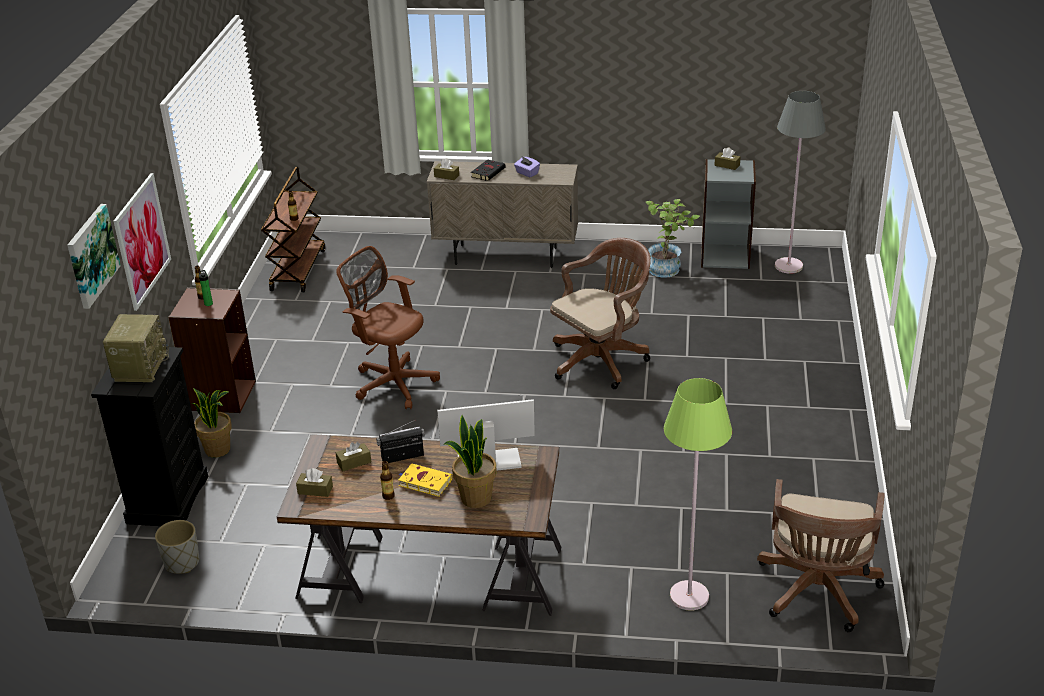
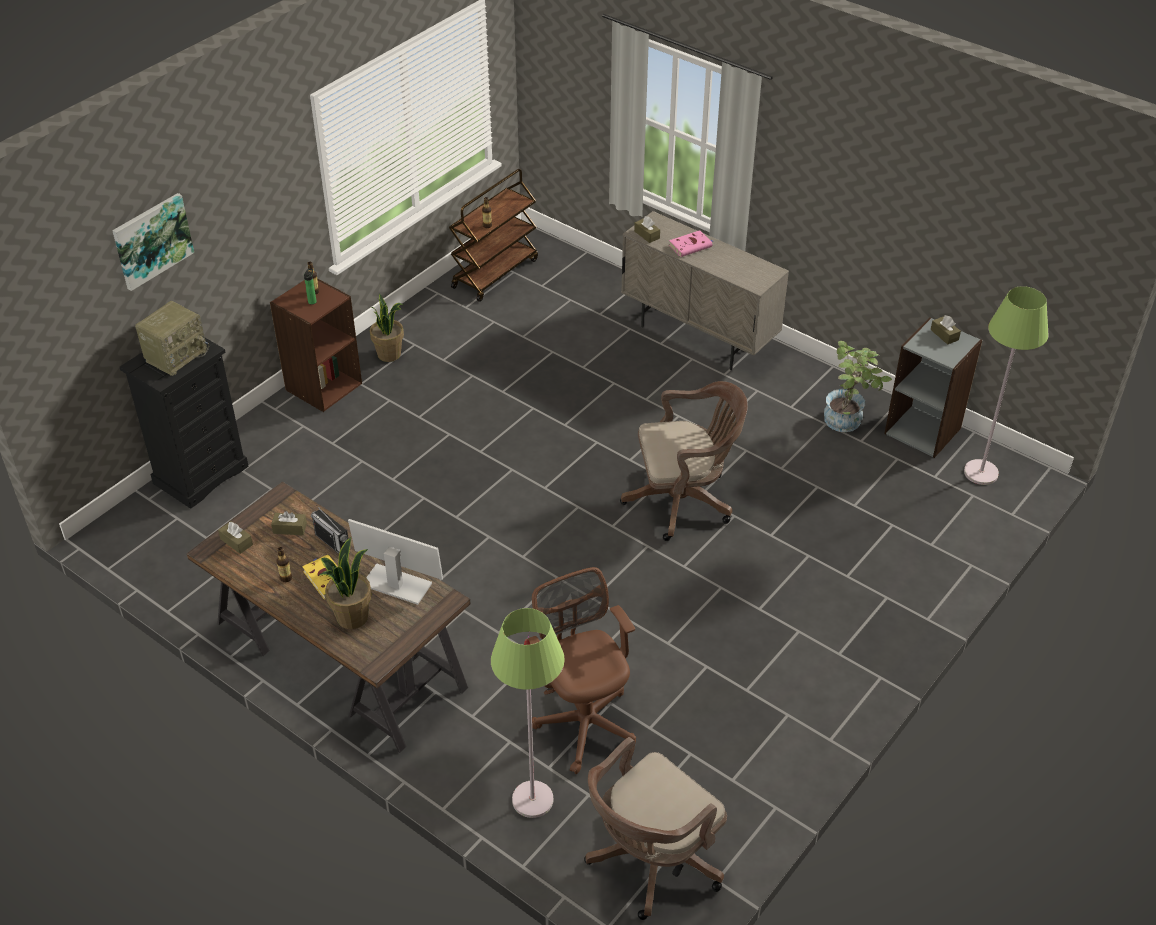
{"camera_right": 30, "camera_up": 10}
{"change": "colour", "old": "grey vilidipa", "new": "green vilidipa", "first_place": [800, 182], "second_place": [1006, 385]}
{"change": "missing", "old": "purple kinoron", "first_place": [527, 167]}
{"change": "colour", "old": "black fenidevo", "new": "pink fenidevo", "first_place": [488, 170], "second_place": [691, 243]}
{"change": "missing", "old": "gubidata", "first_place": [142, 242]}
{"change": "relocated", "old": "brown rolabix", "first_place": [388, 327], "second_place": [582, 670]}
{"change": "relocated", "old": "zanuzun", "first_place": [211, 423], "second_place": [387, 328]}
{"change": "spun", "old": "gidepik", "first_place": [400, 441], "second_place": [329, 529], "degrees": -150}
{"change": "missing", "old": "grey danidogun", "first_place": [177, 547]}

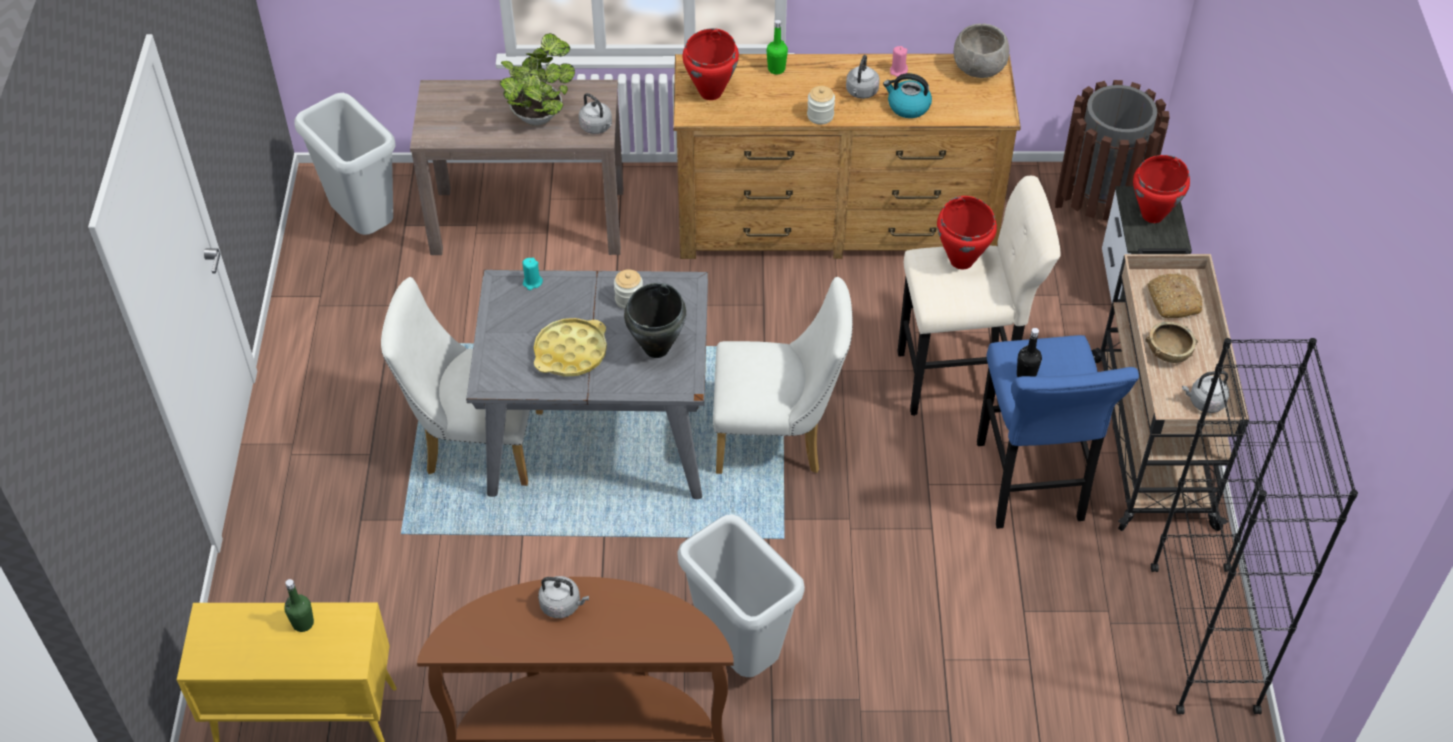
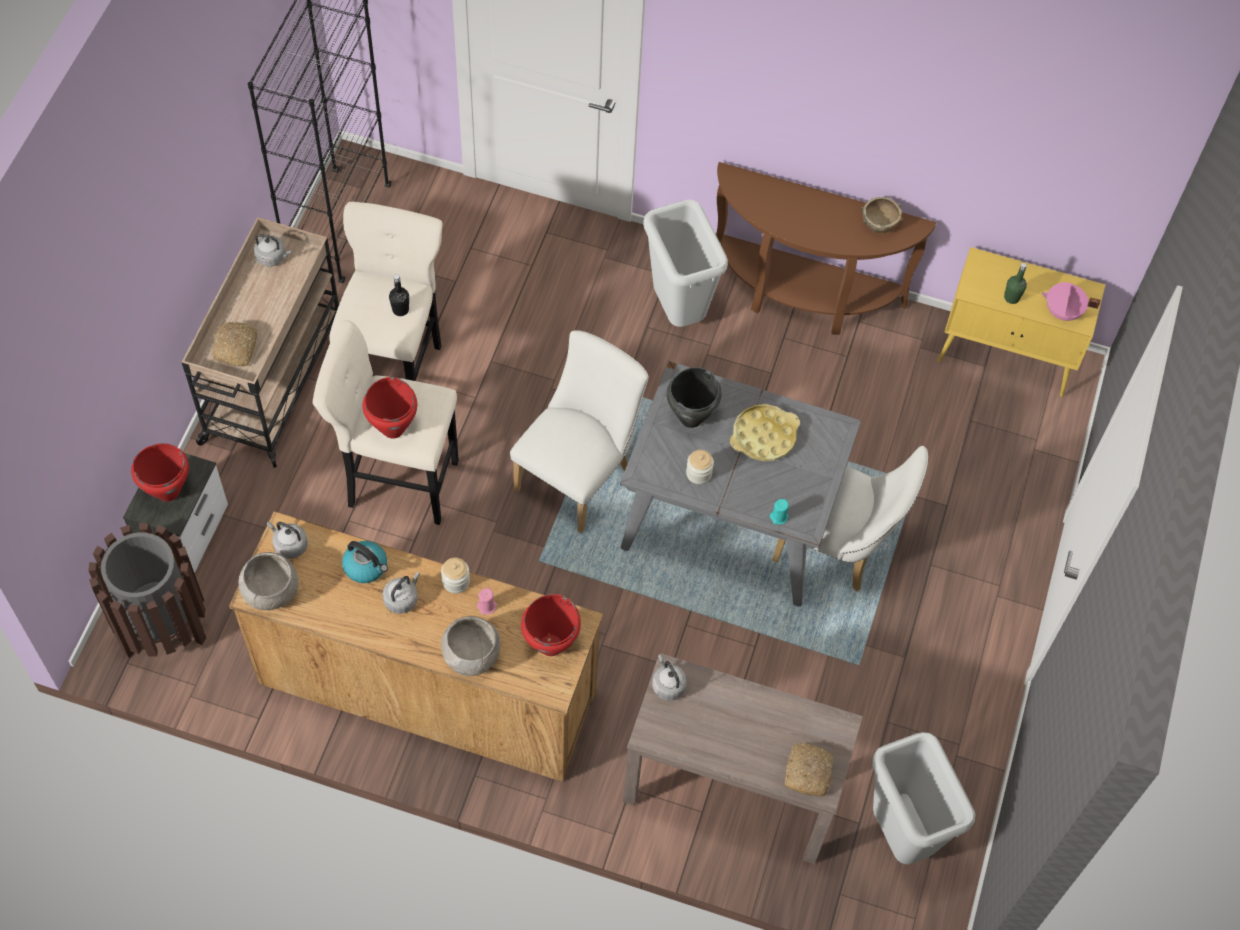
{"camera_right": -165, "camera_up": 10}
{"change": "exchanged", "old": "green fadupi", "new": "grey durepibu", "first_place": [777, 46], "second_place": [471, 646]}
{"change": "missing", "old": "zanuzun", "first_place": [537, 79]}
{"change": "relocated", "old": "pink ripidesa", "first_place": [899, 61], "second_place": [487, 601]}
{"change": "spun", "old": "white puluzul", "first_place": [783, 375], "second_place": [579, 432], "degrees": 105}
{"change": "relocated", "old": "brown durepibu", "first_place": [1172, 342], "second_place": [882, 215]}
{"change": "colour", "old": "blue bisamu", "new": "beige bisamu", "first_place": [1058, 432], "second_place": [386, 291]}
{"change": "relocated", "old": "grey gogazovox", "first_place": [563, 597], "second_place": [287, 540]}
{"change": "appeared", "new": "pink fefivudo", "second_place": [1071, 301]}
{"change": "appeared", "new": "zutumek", "second_place": [809, 769]}

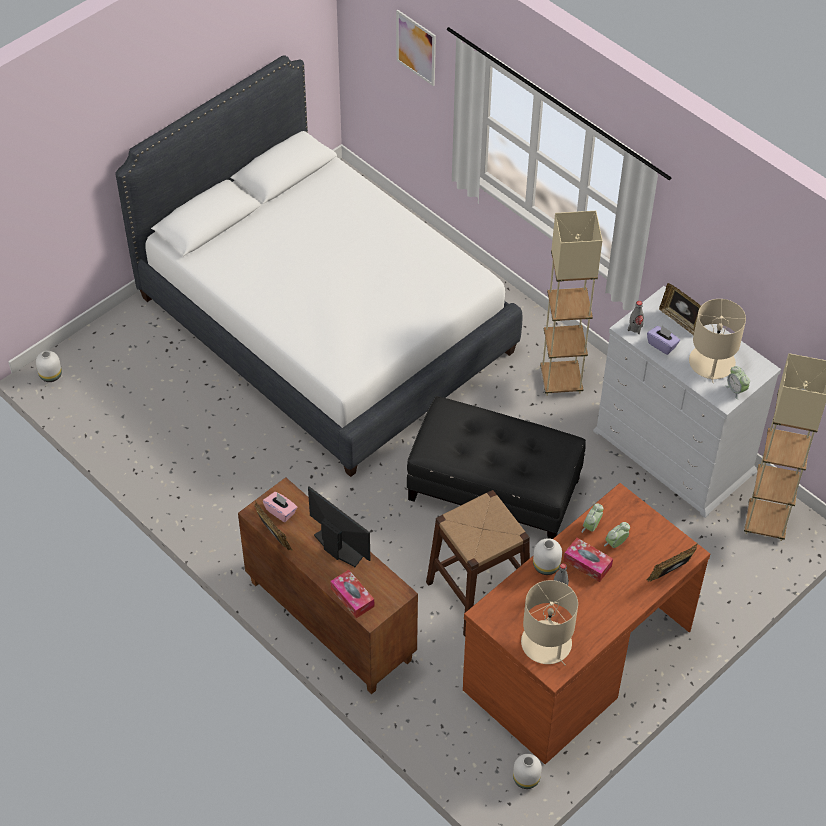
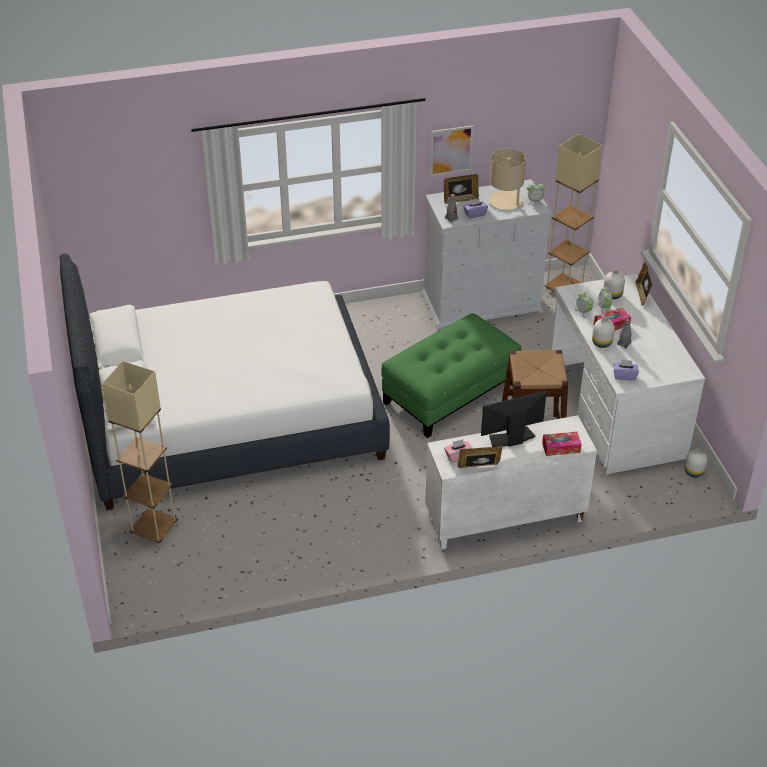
{"camera_right": -60, "camera_up": -10}
{"change": "relocated", "old": "gubidata", "first_place": [416, 47], "second_place": [452, 151]}
{"change": "relocated", "old": "beige vilidipa", "first_place": [571, 303], "second_place": [140, 453]}
{"change": "relocated", "old": "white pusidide", "first_place": [49, 366], "second_place": [614, 284]}
{"change": "colour", "old": "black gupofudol", "new": "green gupofudol", "first_place": [496, 467], "second_place": [451, 375]}
{"change": "colour", "old": "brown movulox", "new": "white movulox", "first_place": [328, 585], "second_place": [511, 482]}
{"change": "colour", "old": "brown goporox", "new": "white goporox", "first_place": [586, 623], "second_place": [628, 374]}
{"change": "missing", "old": "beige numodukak", "first_place": [549, 622]}
{"change": "appeared", "new": "purple kinoron", "second_place": [626, 370]}

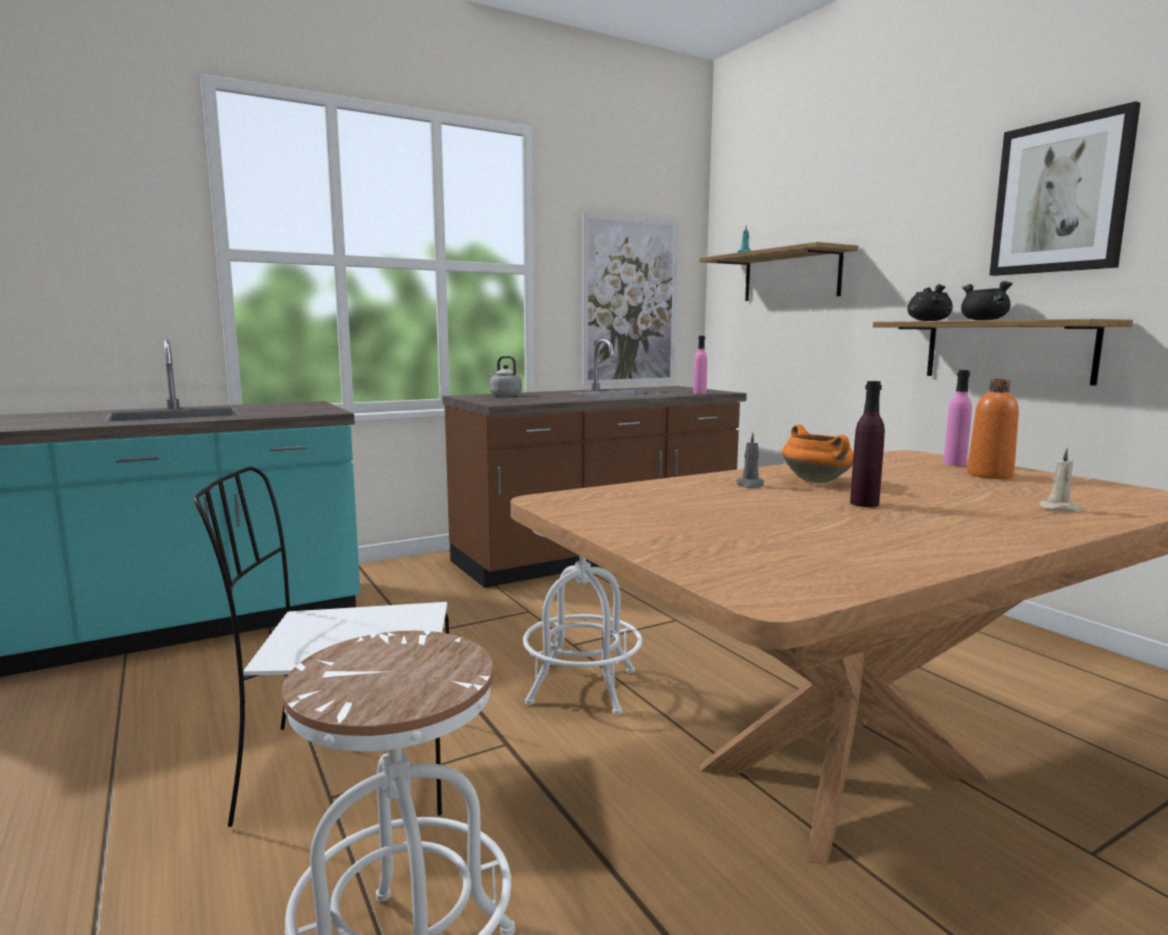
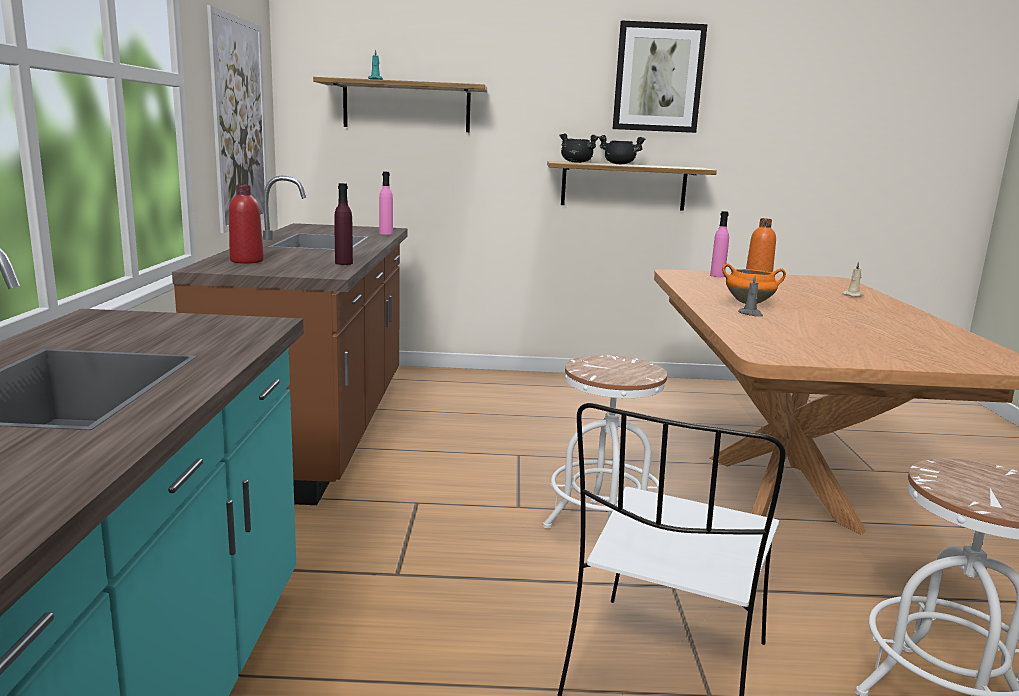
{"camera_right": -60, "camera_up": 5}
{"change": "exchanged", "old": "grey gogazovox", "new": "red fadupi", "first_place": [505, 376], "second_place": [246, 224]}
{"change": "relocated", "old": "purple fadupi", "first_place": [867, 444], "second_place": [343, 224]}

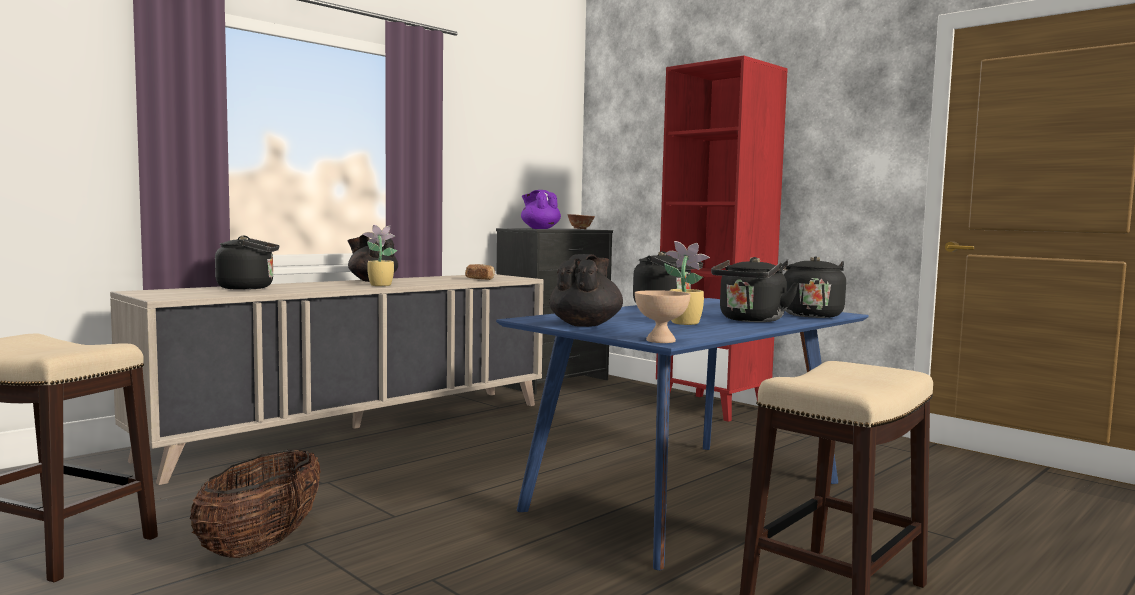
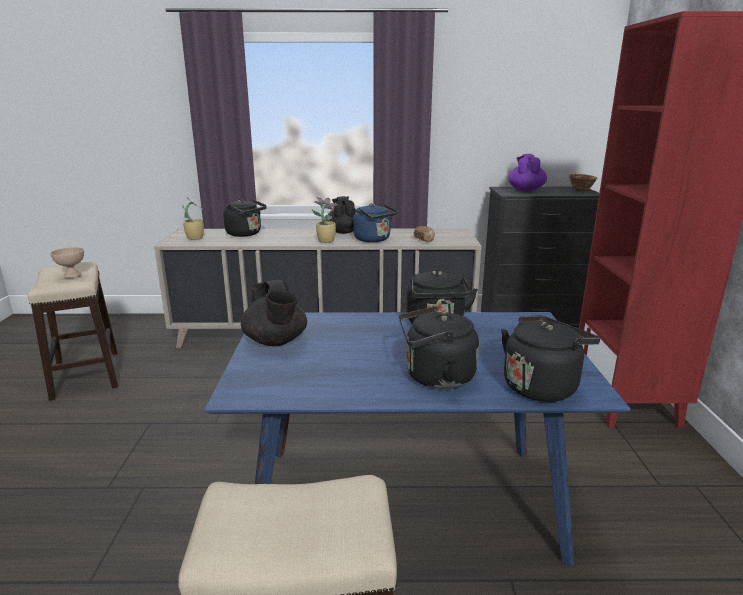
{"camera_right": 45, "camera_up": 15}
{"change": "relocated", "old": "zanuzun", "first_place": [687, 283], "second_place": [193, 216]}
{"change": "spun", "old": "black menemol", "first_place": [586, 290], "second_place": [274, 313], "degrees": 90}
{"change": "relocated", "old": "beige durepibu", "first_place": [662, 316], "second_place": [67, 262]}
{"change": "missing", "old": "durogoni", "first_place": [255, 504]}
{"change": "appeared", "new": "blue gogazovox", "second_place": [375, 222]}

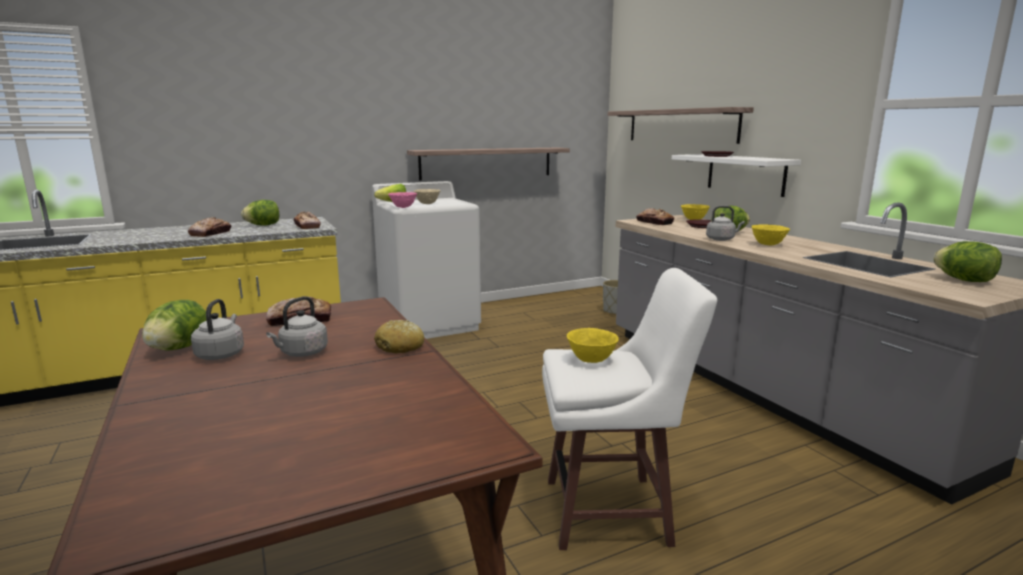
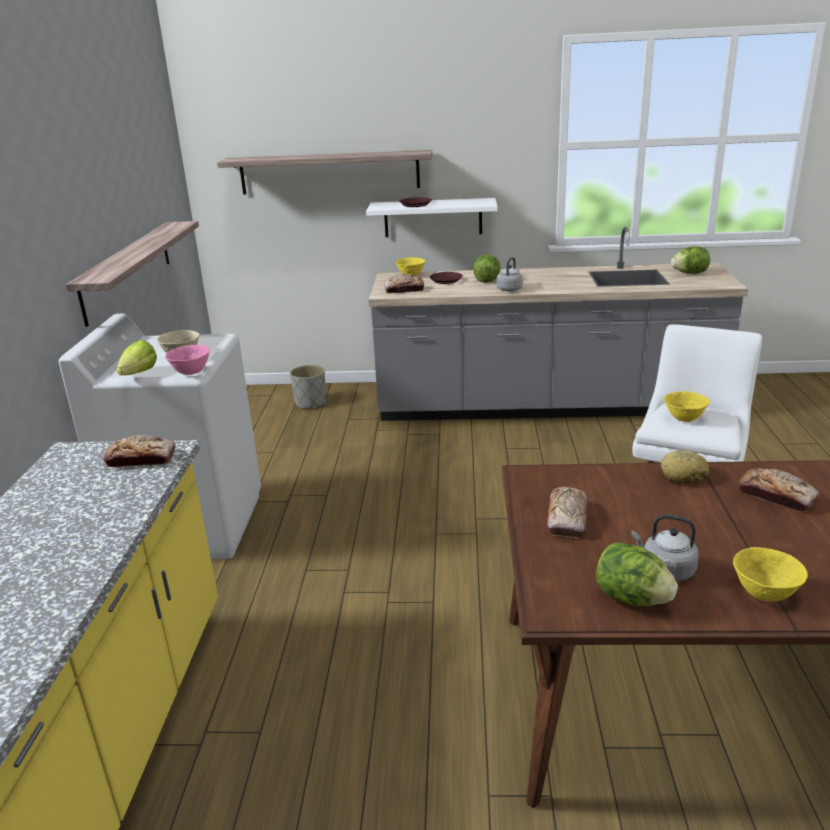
{"camera_right": -60, "camera_up": 10}
{"change": "missing", "old": "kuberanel", "first_place": [260, 213]}
{"change": "relocated", "old": "zutumek", "first_place": [209, 227], "second_place": [778, 490]}
{"change": "relocated", "old": "yellow durepibu", "first_place": [771, 234], "second_place": [770, 574]}
{"change": "missing", "old": "grey gogazovox", "first_place": [297, 326]}

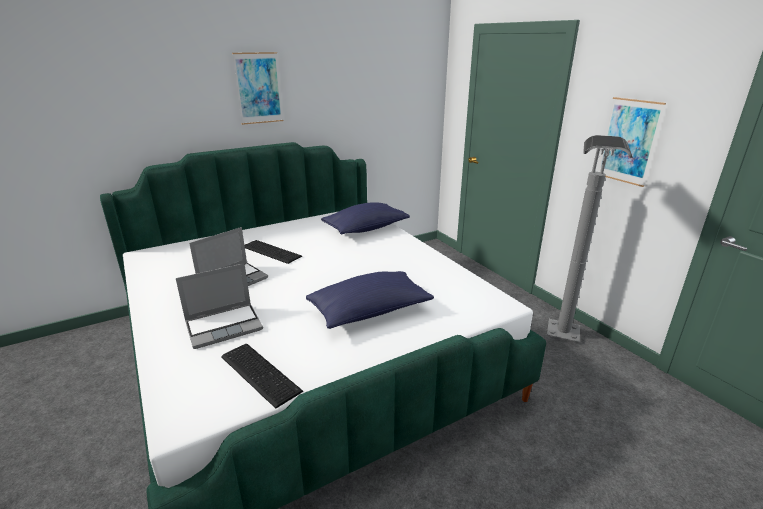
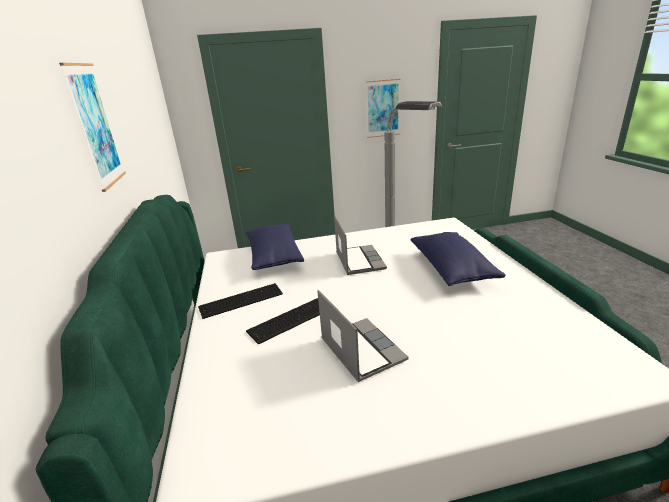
{"camera_right": -70, "camera_up": 0}
{"change": "relocated", "old": "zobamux", "first_place": [219, 306], "second_place": [360, 245]}
{"change": "relocated", "old": "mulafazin", "first_place": [262, 376], "second_place": [240, 301]}

